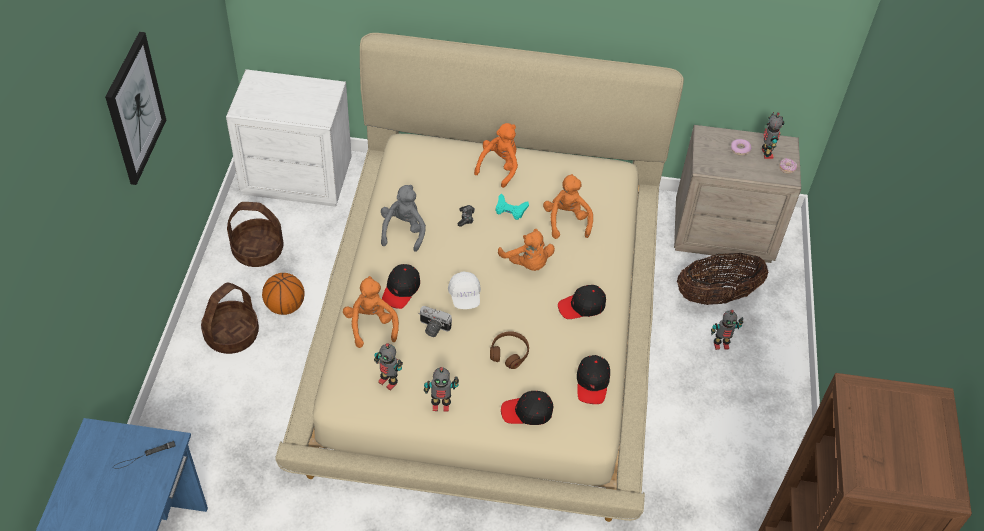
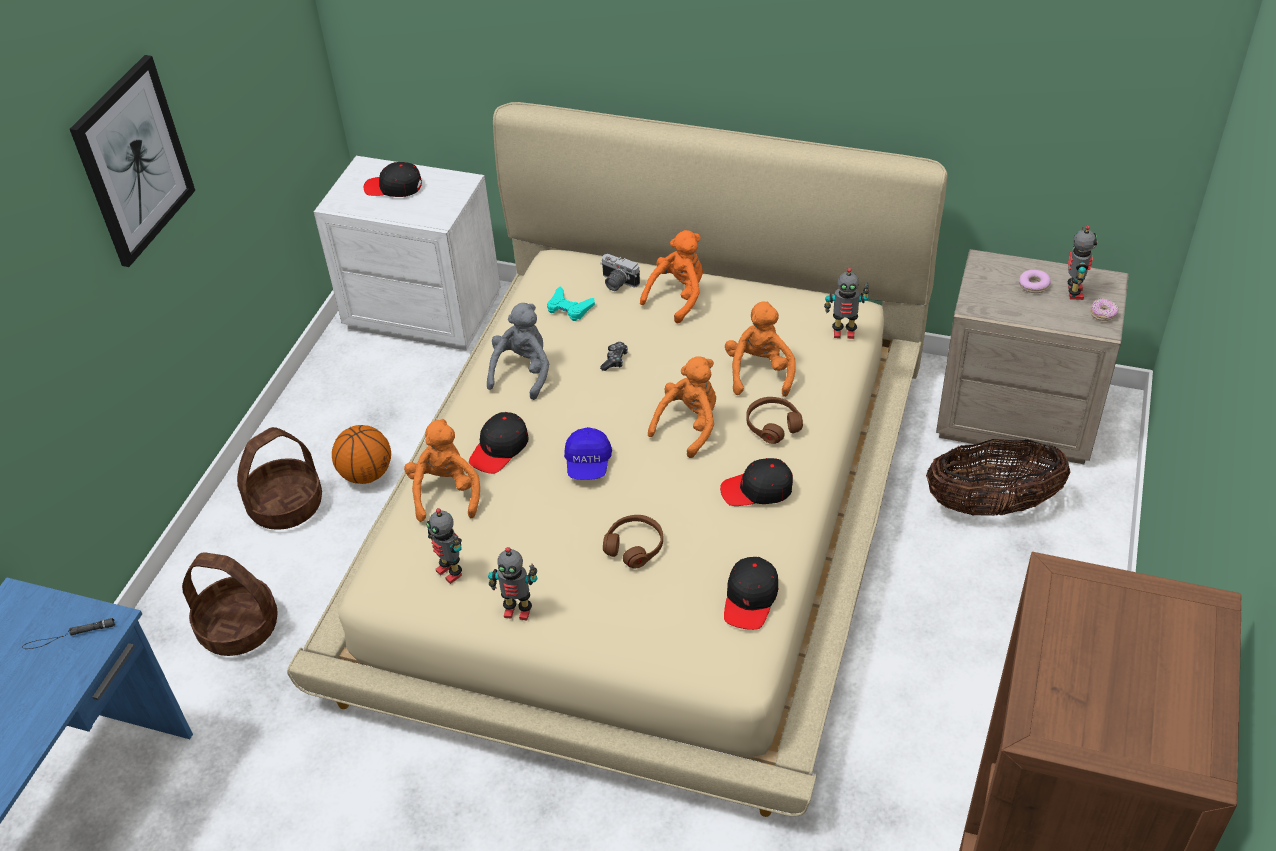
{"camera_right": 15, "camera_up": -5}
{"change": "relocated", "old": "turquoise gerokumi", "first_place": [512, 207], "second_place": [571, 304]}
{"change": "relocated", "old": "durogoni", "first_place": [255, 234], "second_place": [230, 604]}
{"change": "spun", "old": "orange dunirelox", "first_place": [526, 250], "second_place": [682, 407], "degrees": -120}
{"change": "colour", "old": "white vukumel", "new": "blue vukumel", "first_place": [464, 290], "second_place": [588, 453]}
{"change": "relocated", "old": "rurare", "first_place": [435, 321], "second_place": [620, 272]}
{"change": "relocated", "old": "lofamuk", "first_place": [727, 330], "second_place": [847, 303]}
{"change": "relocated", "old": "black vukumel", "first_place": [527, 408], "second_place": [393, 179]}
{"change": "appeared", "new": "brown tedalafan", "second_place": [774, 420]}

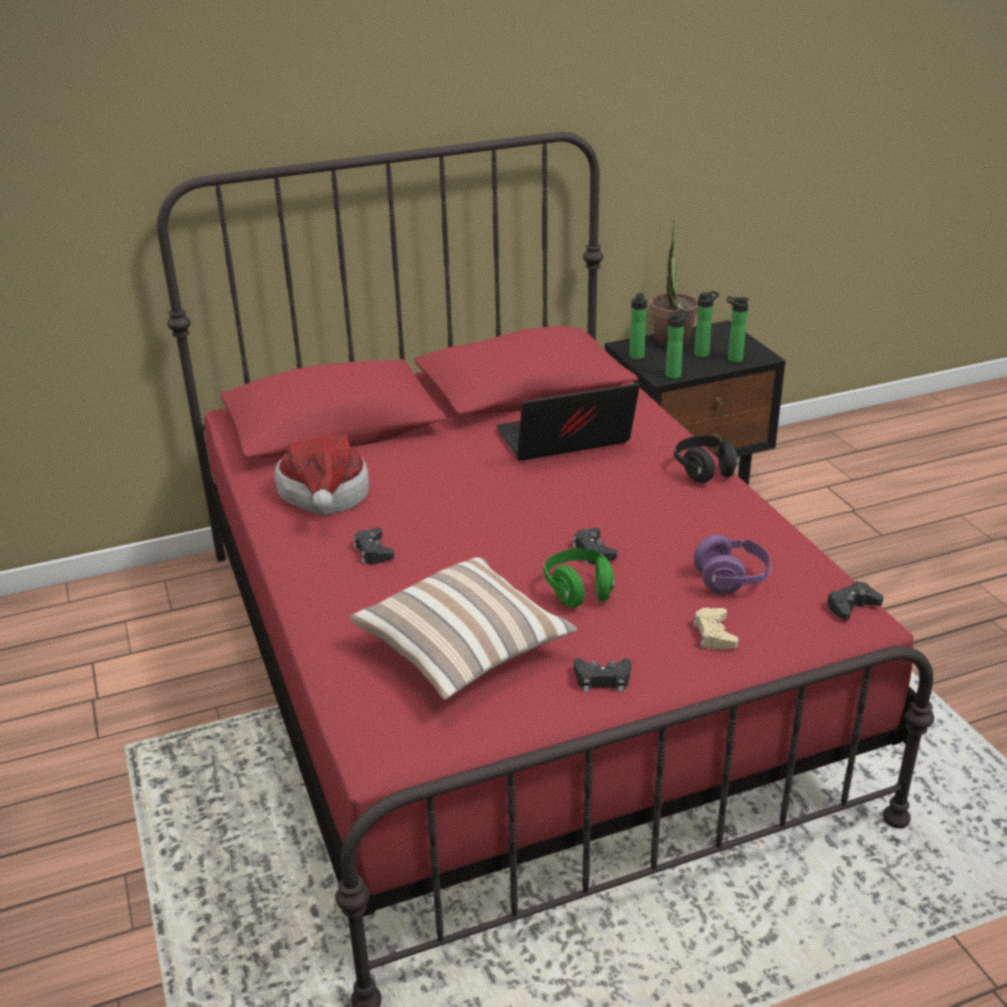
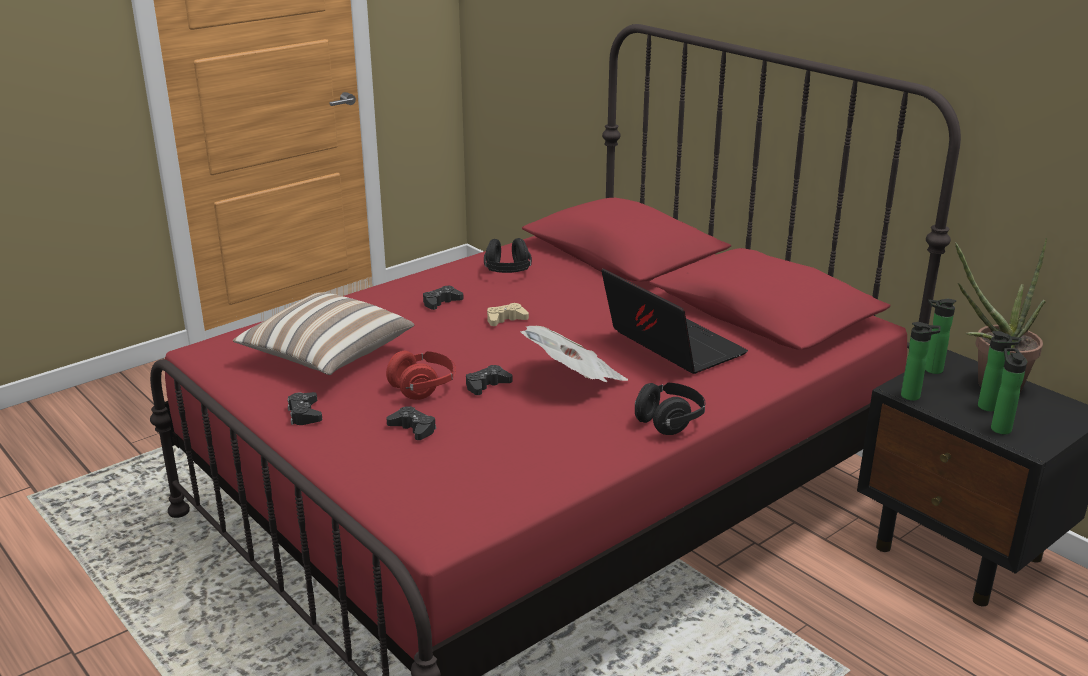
{"camera_right": 70, "camera_up": -5}
{"change": "exchanged", "old": "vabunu", "new": "black tedalafan", "first_place": [322, 474], "second_place": [508, 255]}
{"change": "missing", "old": "purple tedalafan", "first_place": [733, 564]}
{"change": "colour", "old": "green tedalafan", "new": "red tedalafan", "first_place": [579, 578], "second_place": [421, 375]}
{"change": "relocated", "old": "black gerokumi", "first_place": [855, 600], "second_place": [411, 423]}
{"change": "relocated", "old": "beige gerokumi", "first_place": [715, 629], "second_place": [508, 314]}
{"change": "appeared", "new": "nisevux", "second_place": [574, 354]}

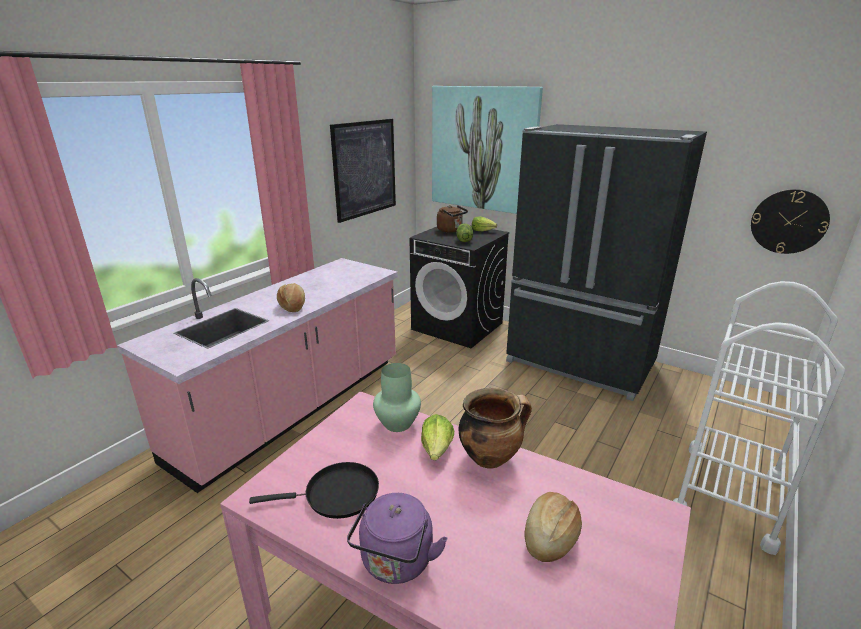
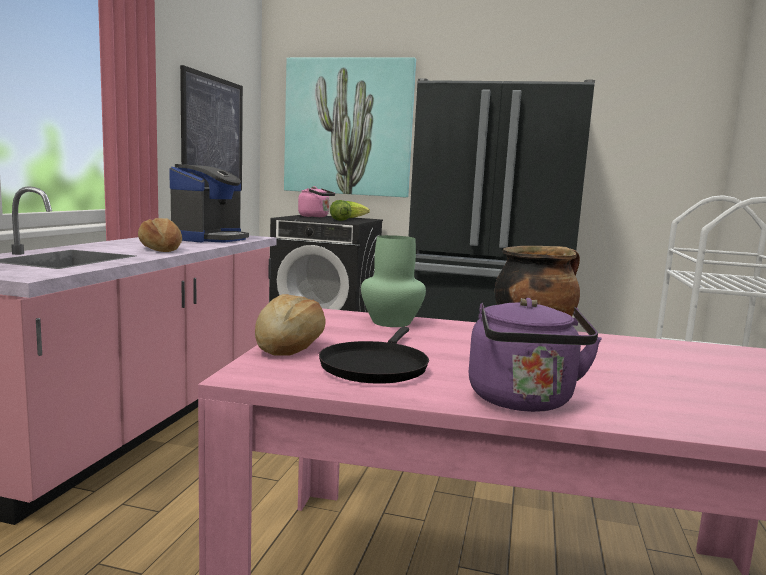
{"camera_right": -20, "camera_up": -15}
{"change": "missing", "old": "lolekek", "first_place": [790, 221]}
{"change": "colour", "old": "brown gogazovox", "new": "pink gogazovox", "first_place": [452, 219], "second_place": [316, 201]}
{"change": "missing", "old": "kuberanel", "first_place": [437, 437]}
{"change": "spun", "old": "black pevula", "first_place": [314, 490], "second_place": [374, 355], "degrees": 135}
{"change": "relocated", "old": "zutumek", "first_place": [553, 527], "second_place": [290, 325]}
{"change": "appeared", "new": "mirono", "second_place": [209, 203]}

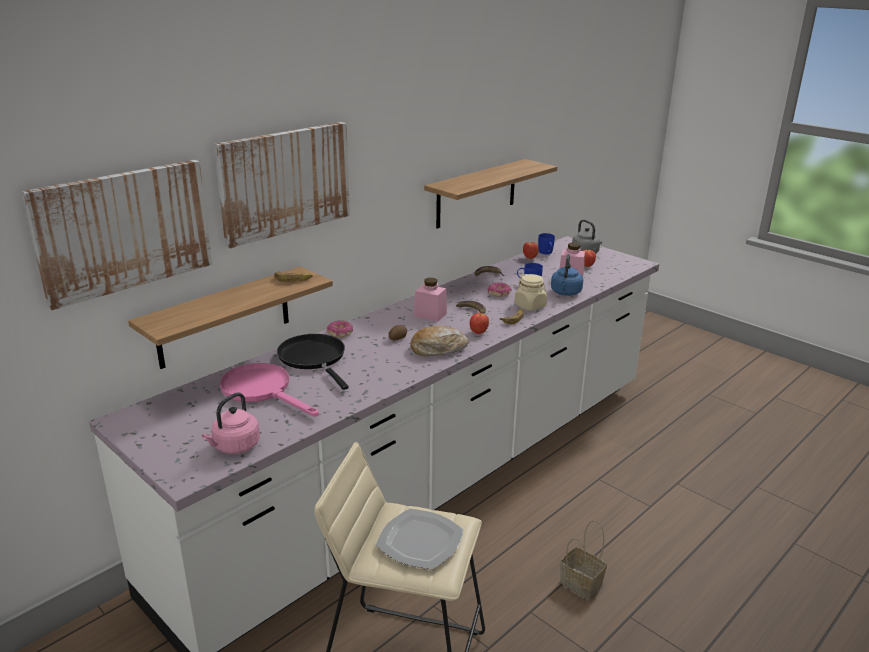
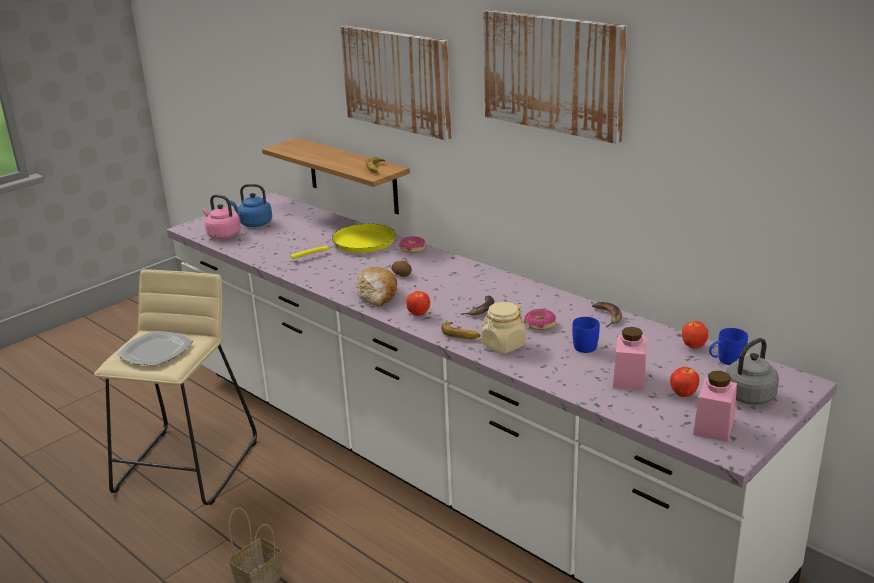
{"camera_right": 90, "camera_up": 0}
{"change": "missing", "old": "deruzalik", "first_place": [490, 194]}
{"change": "relocated", "old": "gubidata", "first_place": [116, 235], "second_place": [555, 77]}
{"change": "relocated", "old": "blue gogazovox", "first_place": [567, 275], "second_place": [251, 205]}
{"change": "relocated", "old": "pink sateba", "first_place": [430, 300], "second_place": [715, 406]}
{"change": "colour", "old": "black pevula", "new": "yellow pevula", "first_place": [313, 362], "second_place": [343, 241]}
{"change": "missing", "old": "pink pevula", "first_place": [269, 390]}

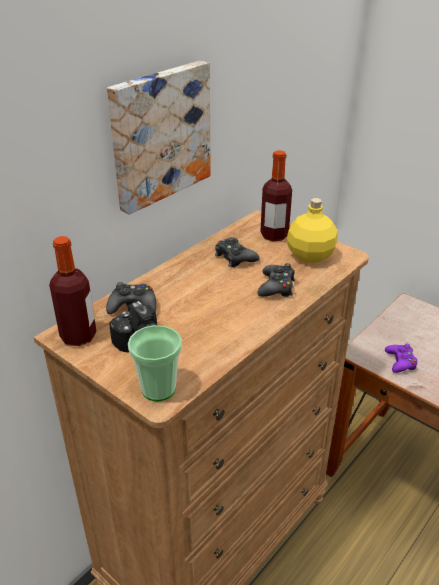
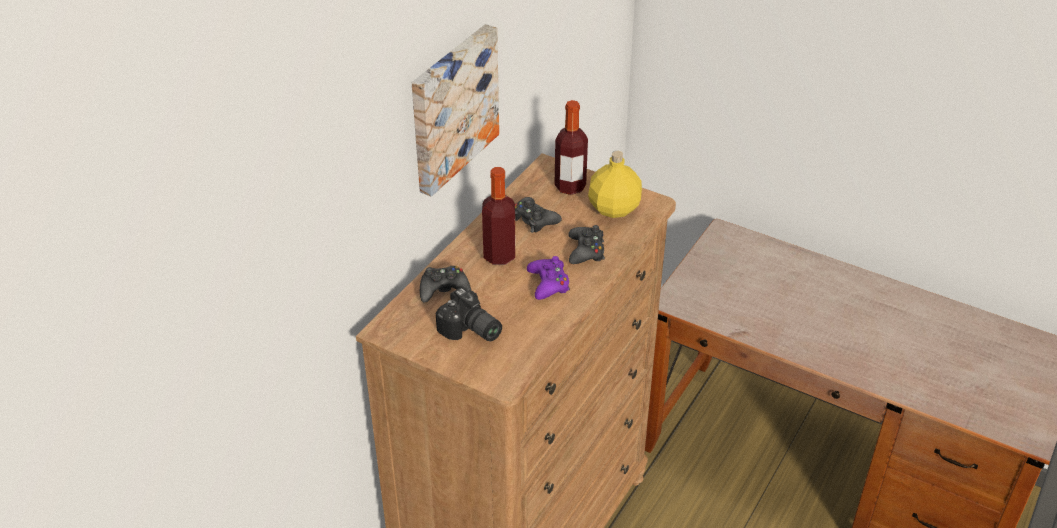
{"camera_right": -10, "camera_up": 5}
{"change": "relocated", "old": "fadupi", "first_place": [73, 291], "second_place": [498, 216]}
{"change": "missing", "old": "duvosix", "first_place": [155, 363]}
{"change": "relocated", "old": "purple gerokumi", "first_place": [401, 358], "second_place": [548, 278]}

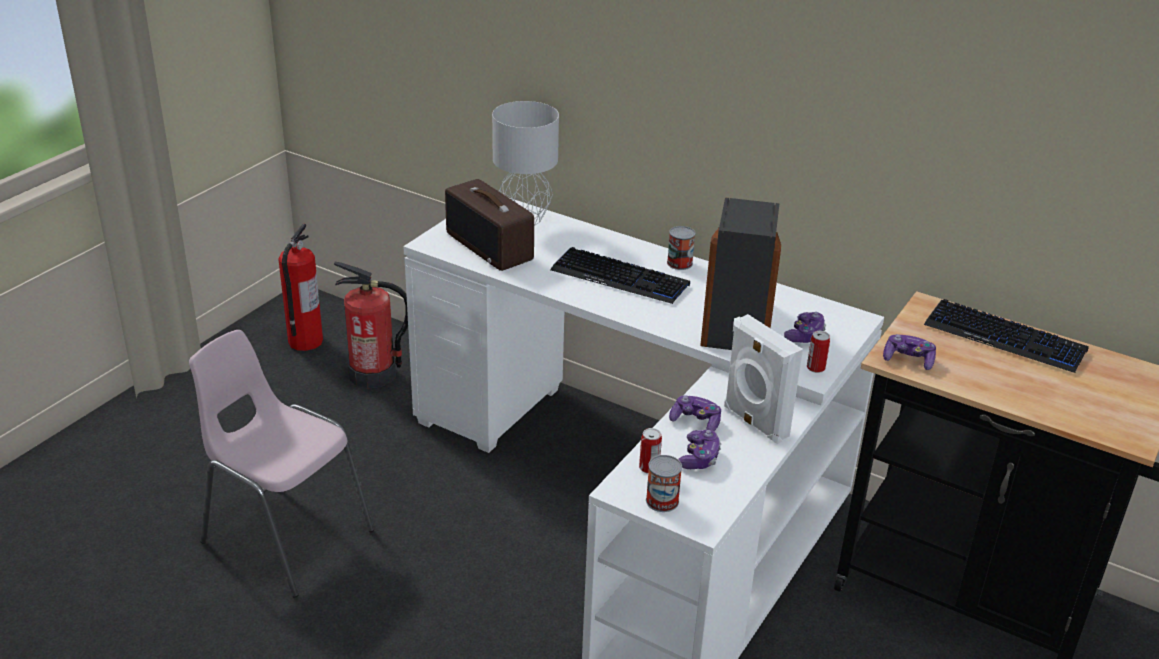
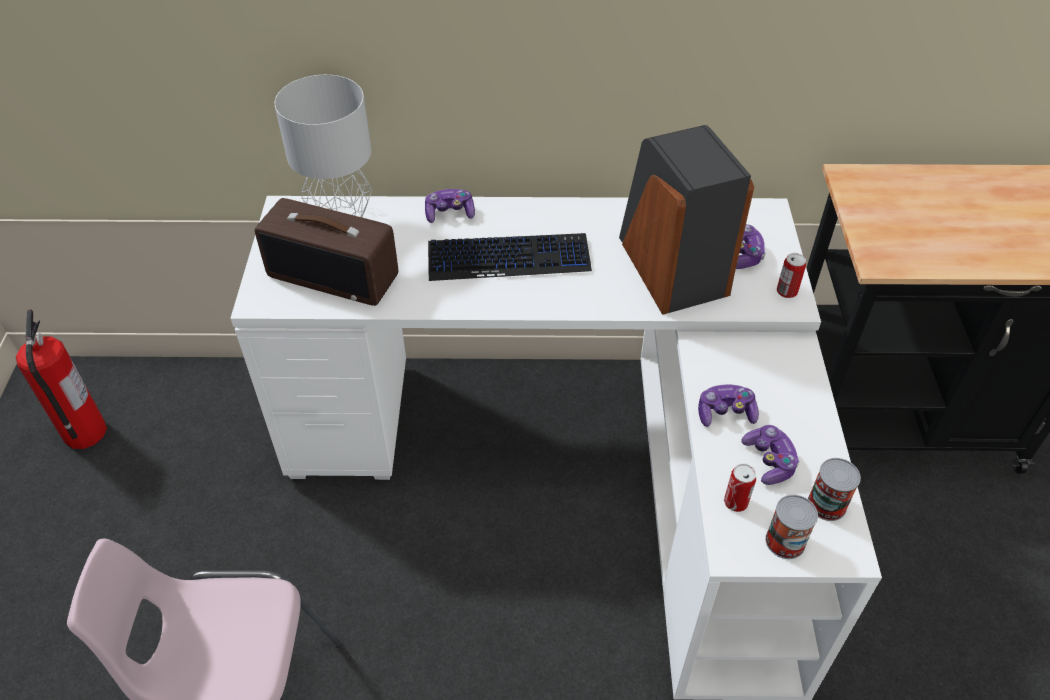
{"camera_right": -30, "camera_up": 15}
{"change": "relocated", "old": "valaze", "first_place": [681, 248], "second_place": [834, 489]}
{"change": "missing", "old": "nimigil", "first_place": [371, 325]}
{"change": "missing", "old": "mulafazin", "first_place": [1006, 336]}
{"change": "missing", "old": "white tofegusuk", "first_place": [763, 379]}
{"change": "relocated", "old": "gerokumi", "first_place": [909, 352], "second_place": [450, 206]}

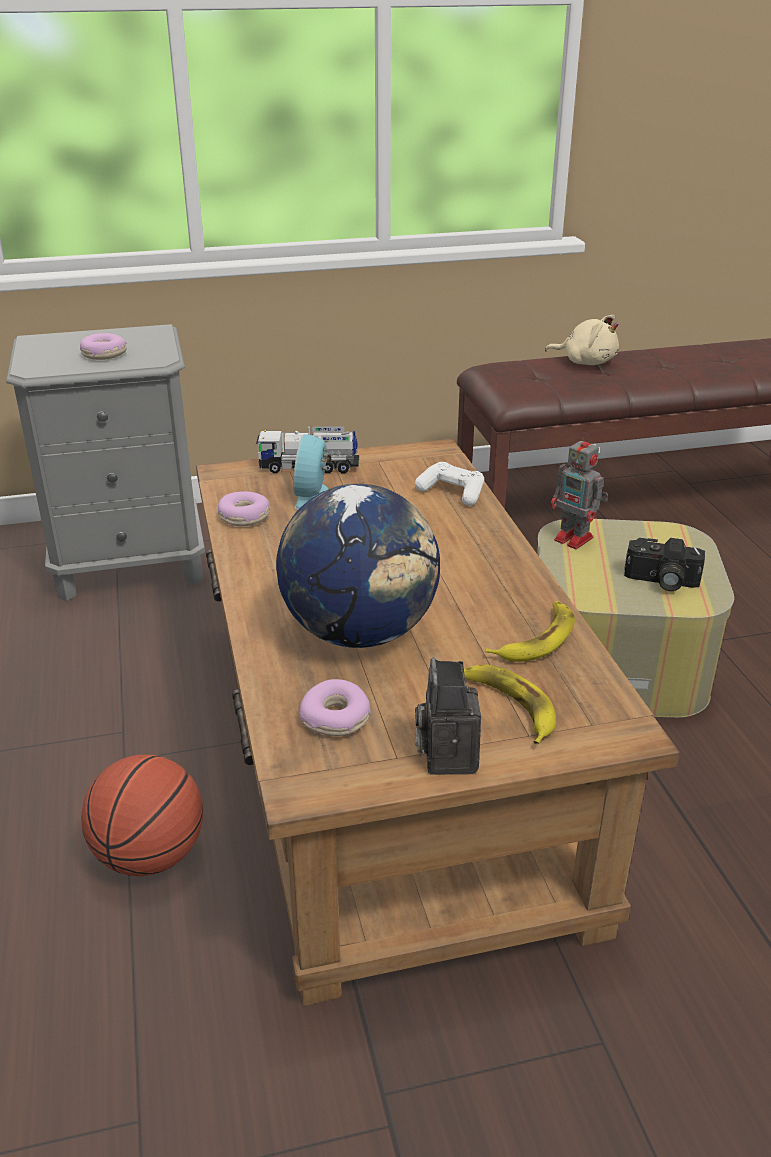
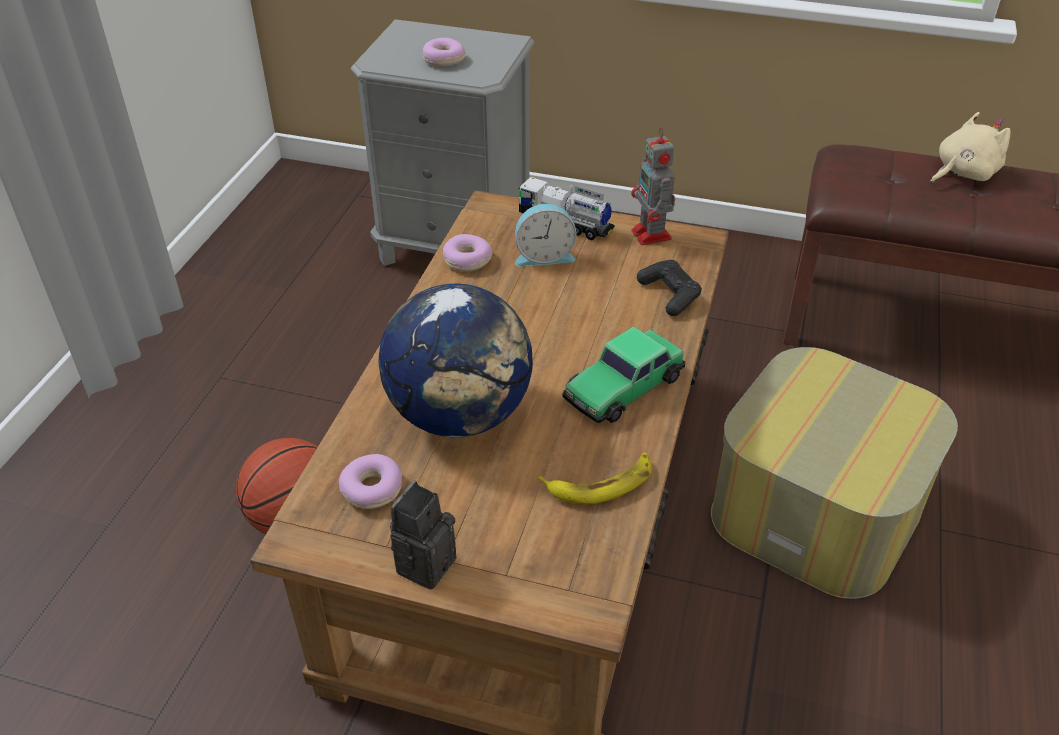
{"camera_right": 30, "camera_up": 10}
{"change": "spun", "old": "beige dunirelox", "first_place": [582, 340], "second_place": [970, 148], "degrees": -90}
{"change": "relocated", "old": "lofamuk", "first_place": [579, 490], "second_place": [653, 186]}
{"change": "spun", "old": "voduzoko", "first_place": [312, 471], "second_place": [545, 235], "degrees": -135}
{"change": "colour", "old": "white gerokumi", "new": "black gerokumi", "first_place": [449, 484], "second_place": [669, 288]}
{"change": "missing", "old": "rurare", "first_place": [664, 564]}
{"change": "missing", "old": "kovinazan", "first_place": [510, 704]}
{"change": "appeared", "new": "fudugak", "second_place": [624, 375]}

